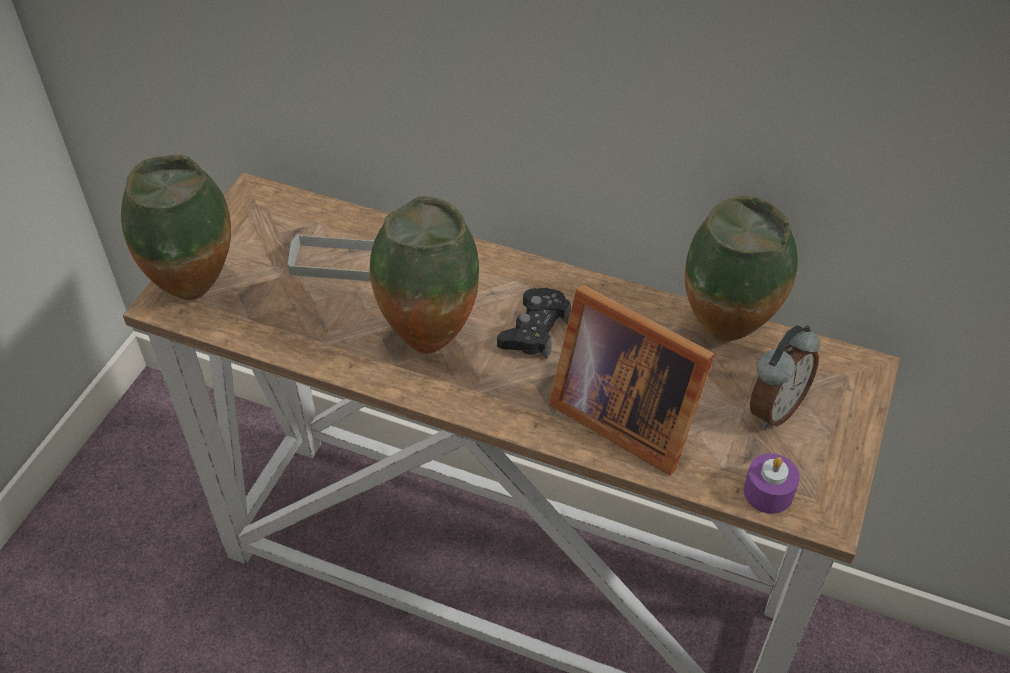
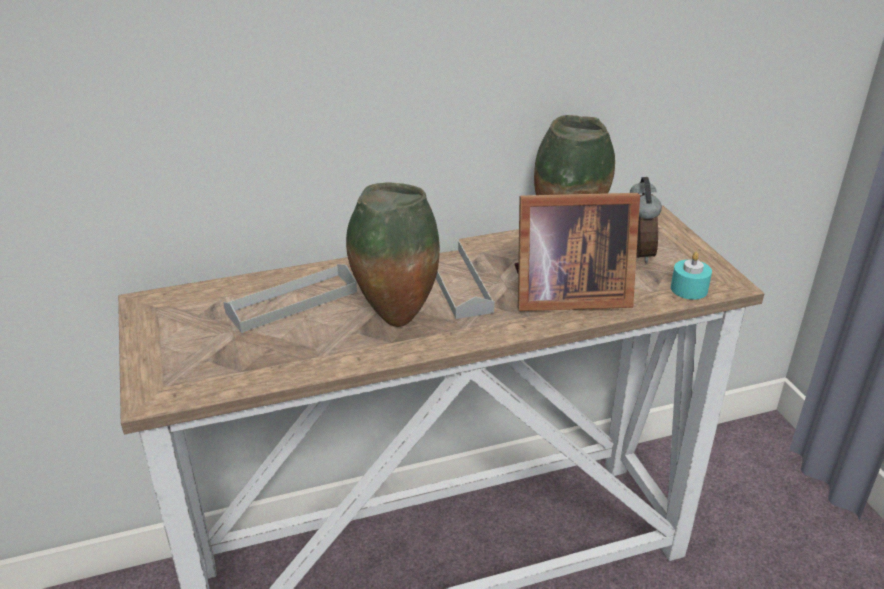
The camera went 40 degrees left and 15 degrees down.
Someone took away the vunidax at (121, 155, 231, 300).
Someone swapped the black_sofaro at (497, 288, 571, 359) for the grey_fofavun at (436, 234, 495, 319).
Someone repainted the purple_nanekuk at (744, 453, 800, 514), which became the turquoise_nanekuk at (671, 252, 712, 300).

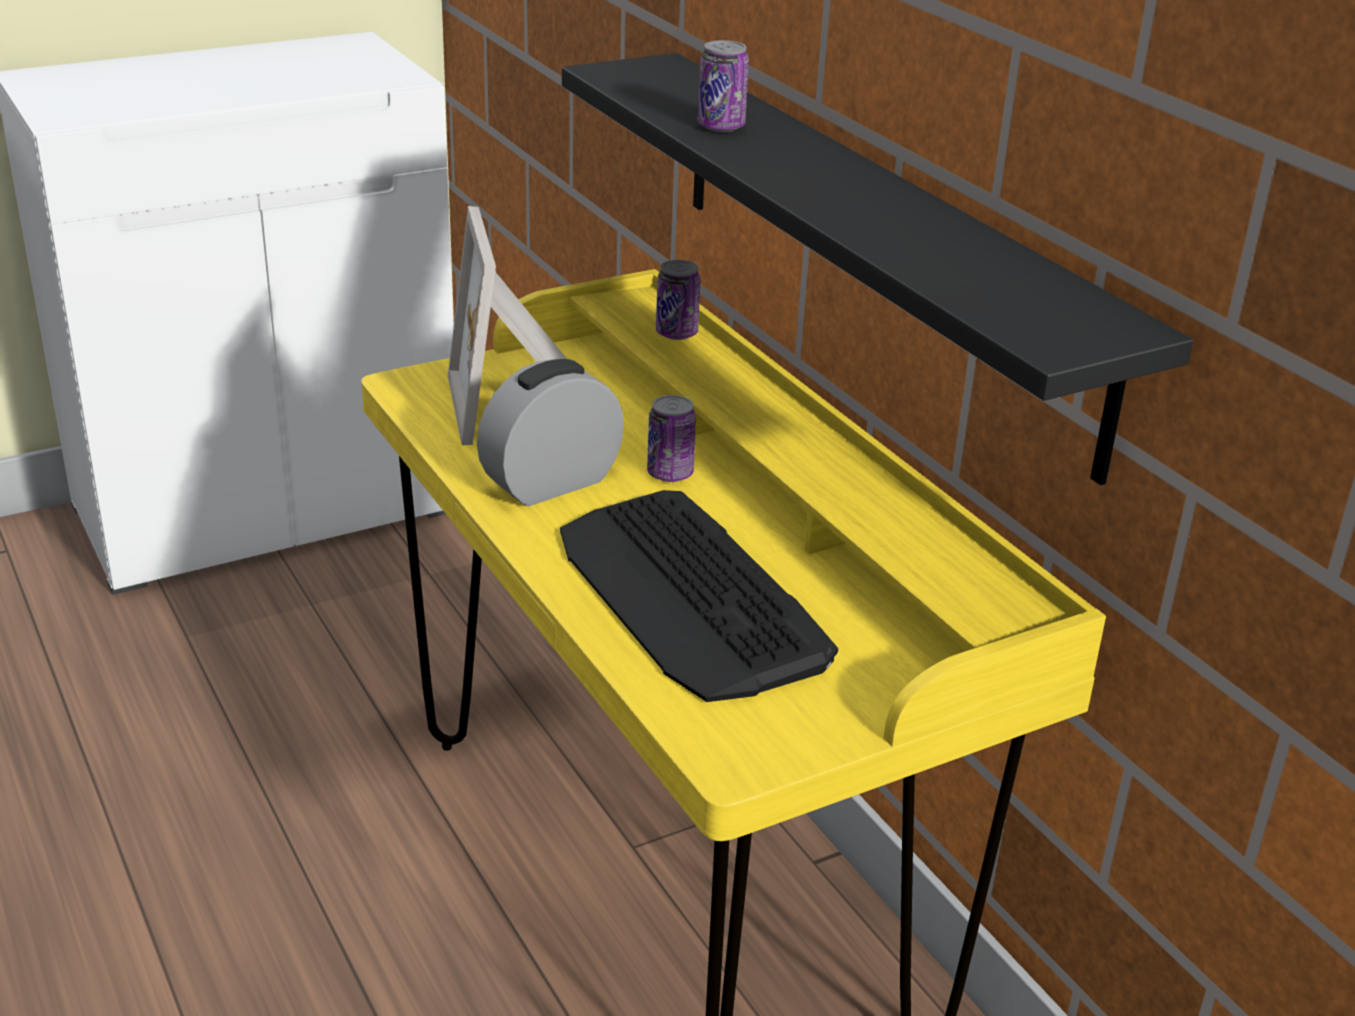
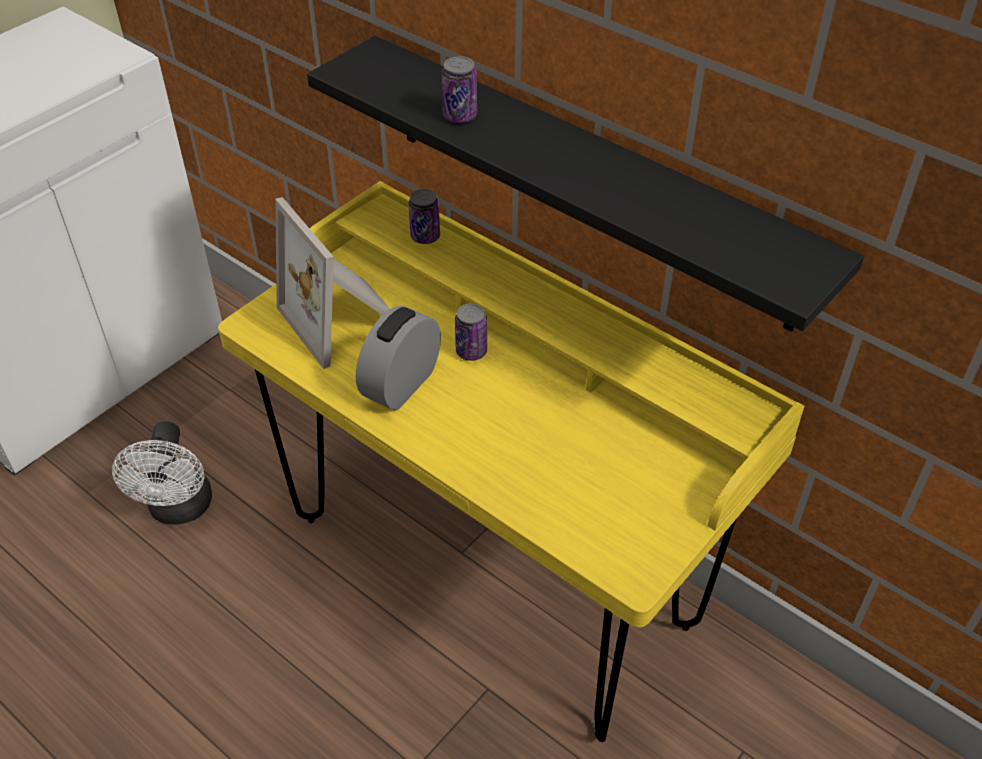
The camera went 20 degrees left and 15 degrees up.
Someone took away the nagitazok at (560, 490, 838, 702).
Someone put down the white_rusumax at (112, 421, 212, 524).

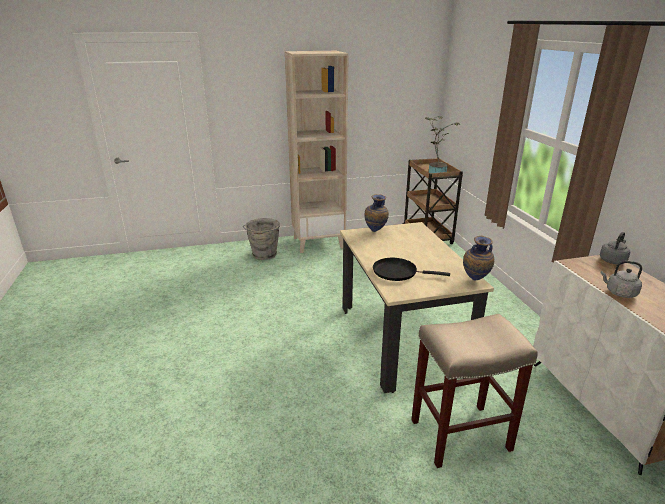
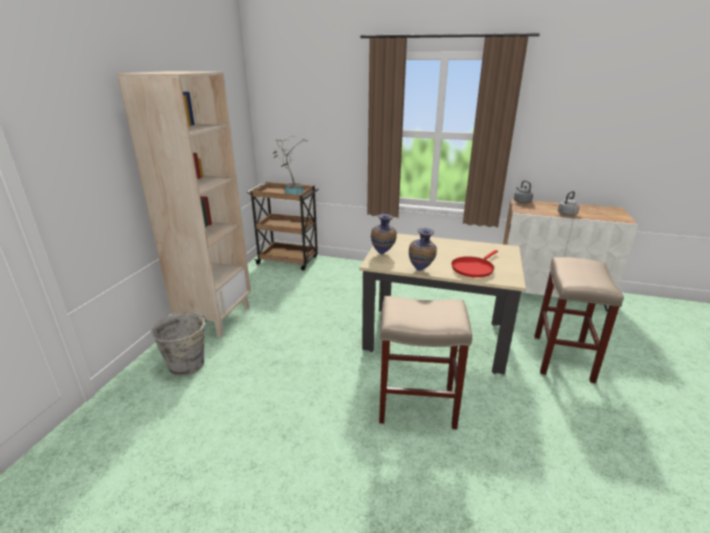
The camera went 60 degrees left and 0 degrees up.
Someone put down the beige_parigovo at (379, 296, 472, 429).
Someone carried the vunidax from (463, 236, 494, 281) to (409, 228, 437, 271).
Someone repainted the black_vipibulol at (373, 258, 450, 281), which became the red_vipibulol at (451, 250, 498, 278).

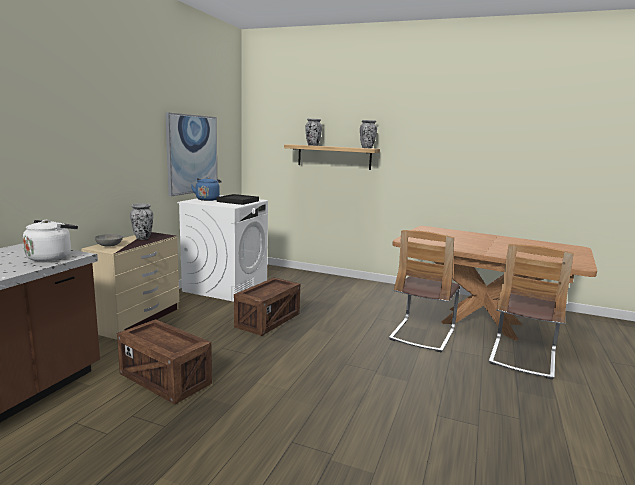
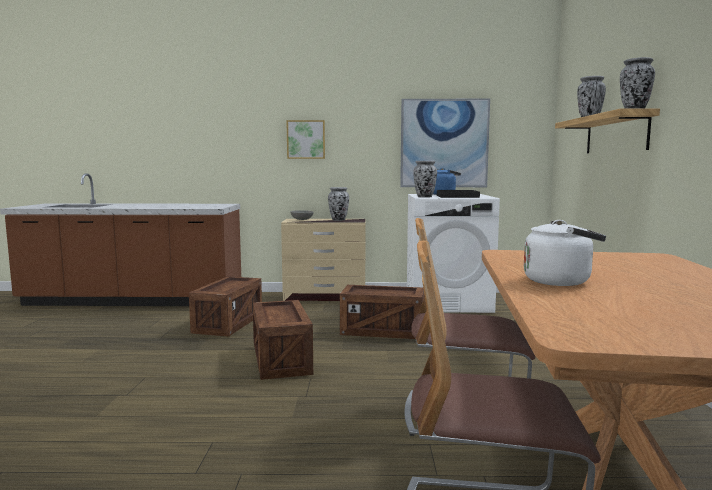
The camera went 70 degrees right and 5 degrees down.
Someone put down the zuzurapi at (253, 300, 313, 380).
Someone put up the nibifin at (286, 120, 325, 159).
Someone put down the vunidax at (413, 161, 437, 198).
Someone carried the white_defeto from (23, 220, 78, 262) to (524, 220, 606, 286).

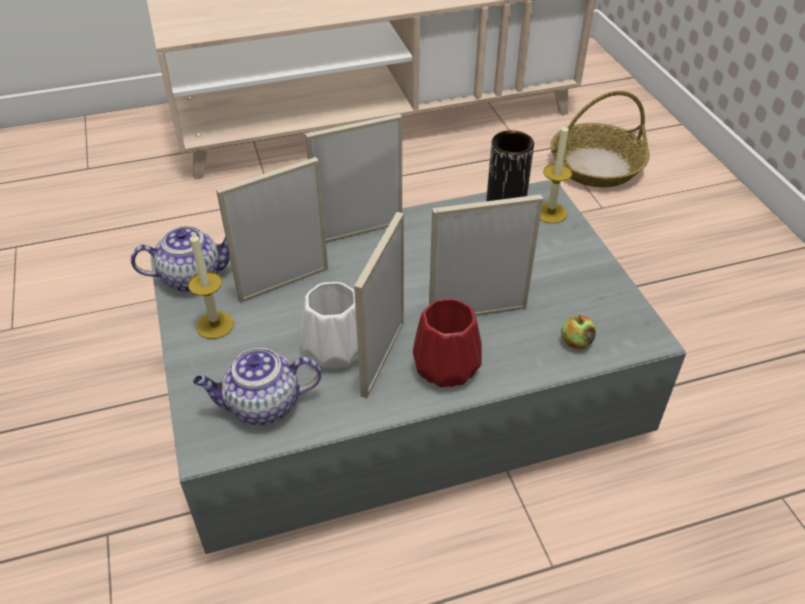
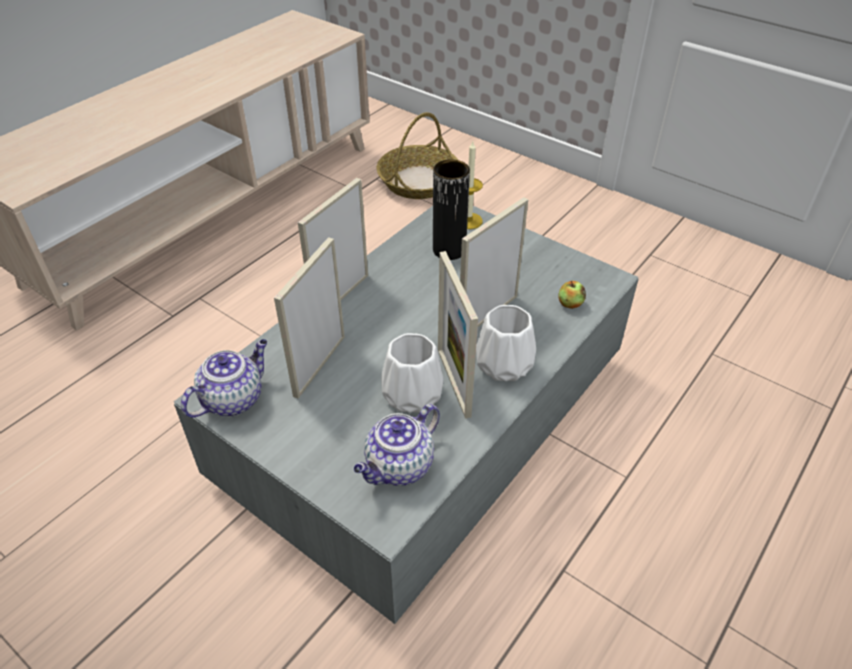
The camera went 35 degrees left and 0 degrees up.
Someone took away the nanekuk at (188, 230, 234, 339).
Someone repainted the red_vunidax at (413, 299, 482, 387), which became the white_vunidax at (476, 305, 536, 381).

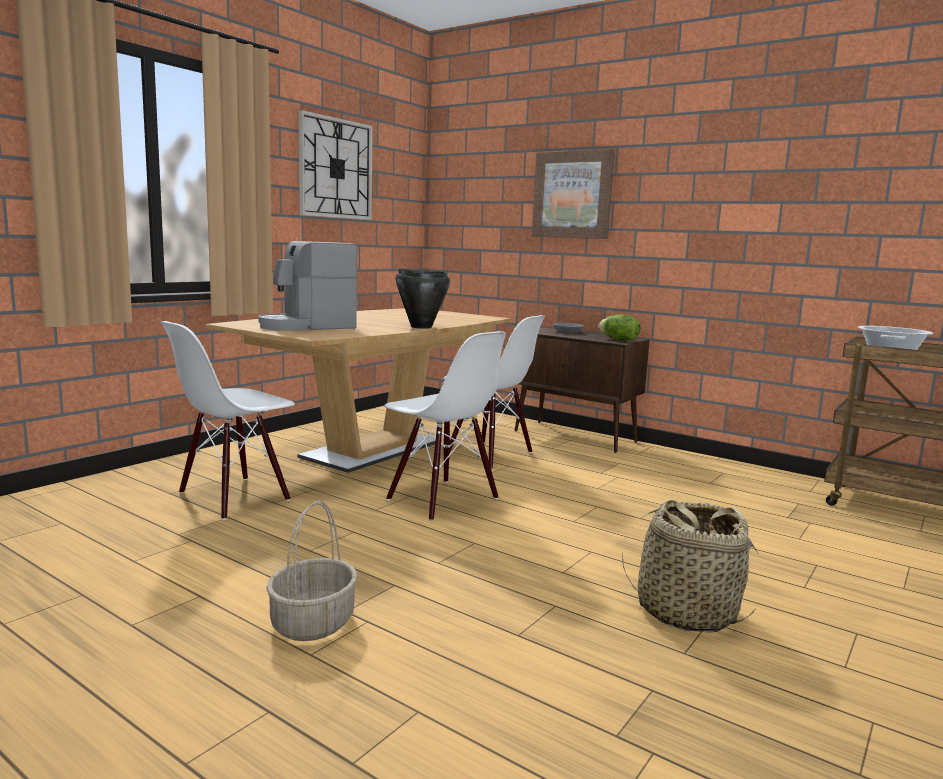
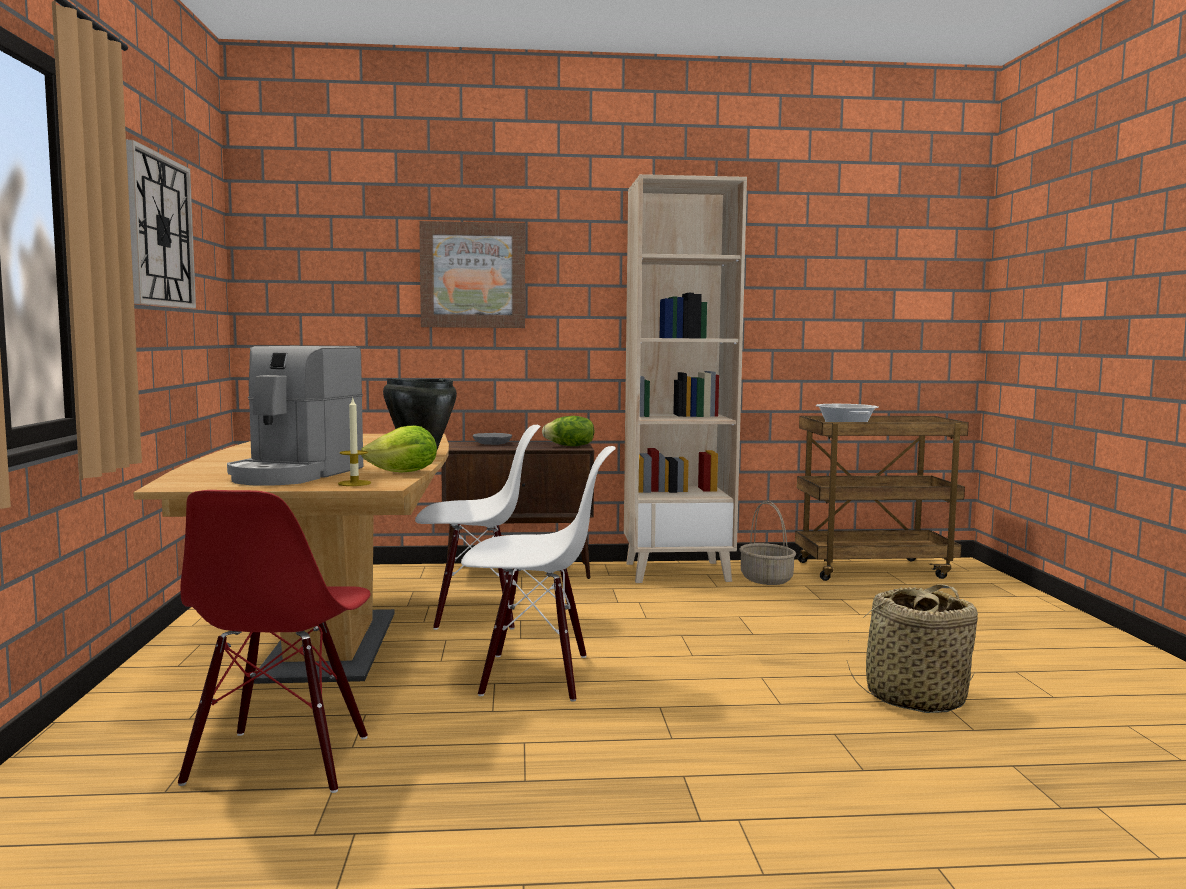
The camera went 40 degrees left and 5 degrees down.
Someone put down the nanekuk at (338, 398, 371, 486).
Someone put down the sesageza at (361, 425, 437, 473).
Someone put down the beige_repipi at (624, 174, 747, 583).
Someone carried the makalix from (266, 501, 357, 641) to (739, 501, 796, 585).
Someone repainted the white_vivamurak at (161, 321, 295, 520), which became the red_vivamurak at (178, 490, 370, 793).

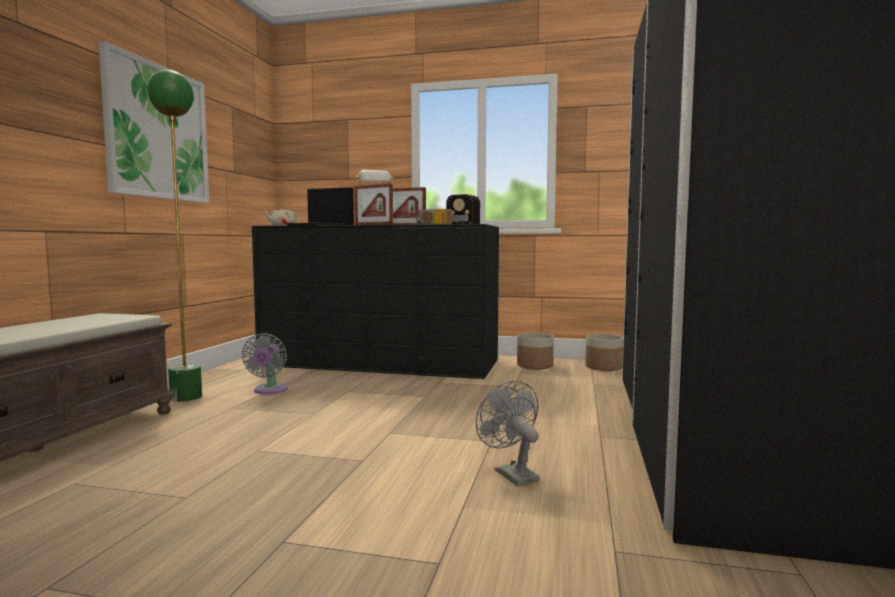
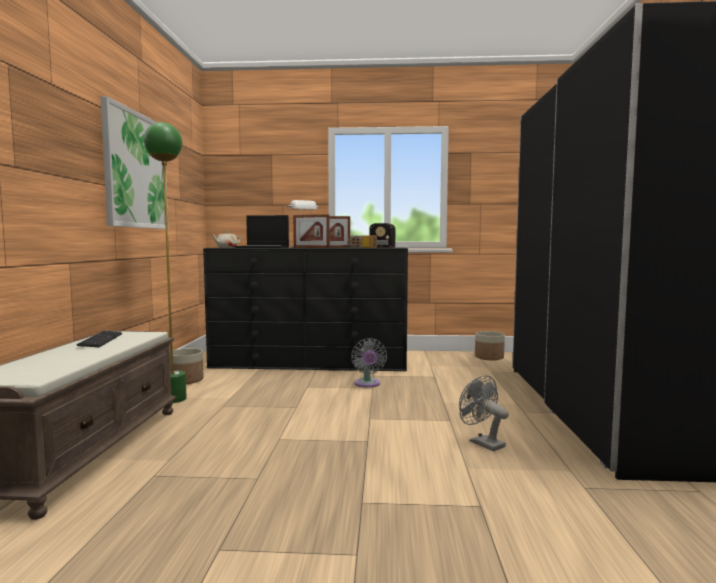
The camera went 10 degrees left and 0 degrees up.
Someone put down the nagitazok at (77, 331, 122, 347).
Someone carried the grey_rusumax from (242, 333, 288, 394) to (351, 338, 387, 387).
Someone carried the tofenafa from (517, 333, 554, 370) to (170, 348, 204, 384).

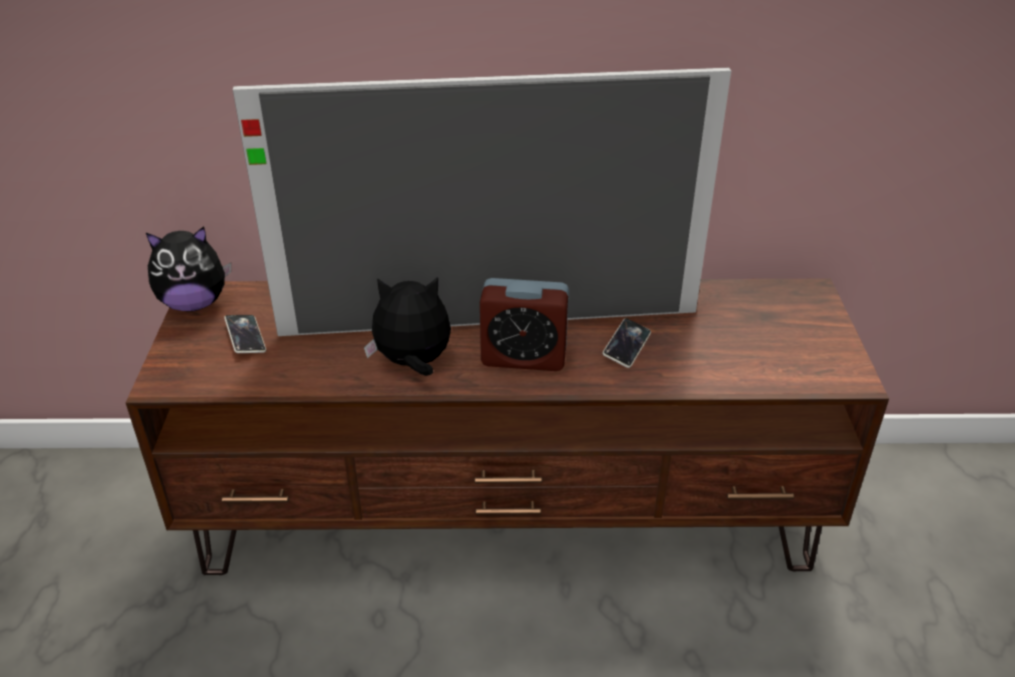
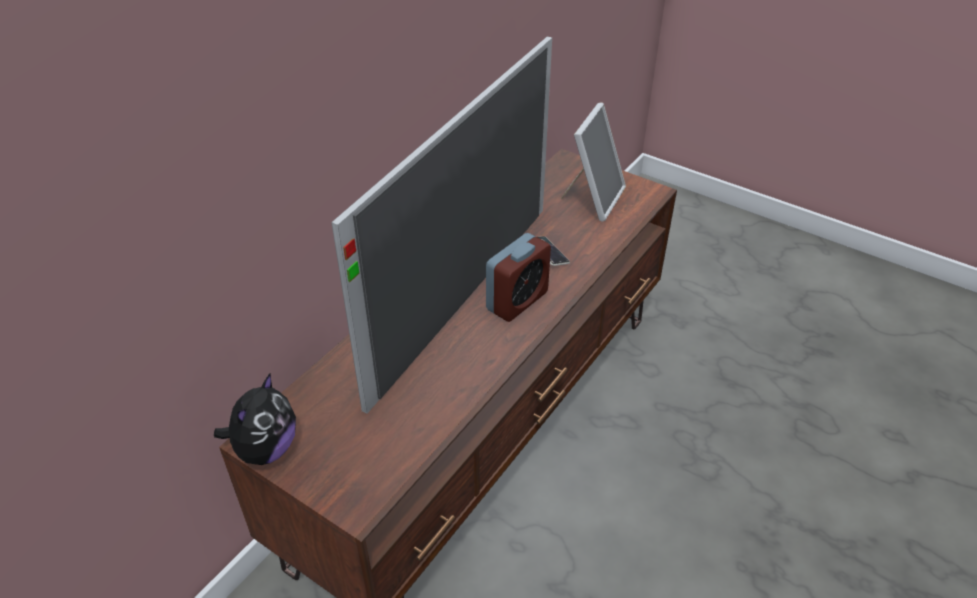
The camera went 55 degrees left and 5 degrees up.
Someone took away the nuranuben at (224, 315, 266, 353).
Someone took away the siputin at (364, 277, 451, 376).
Someone put down the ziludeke at (561, 102, 626, 221).

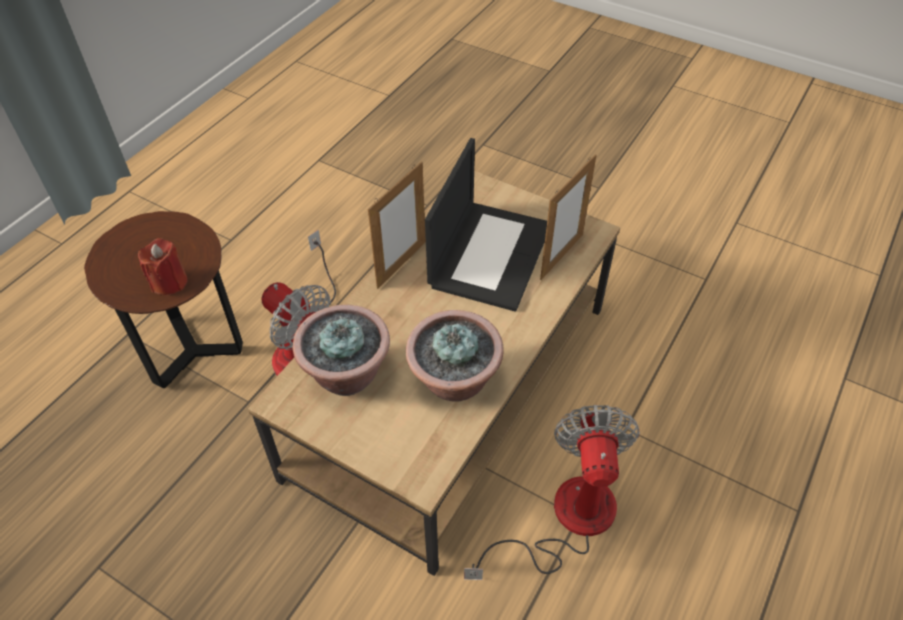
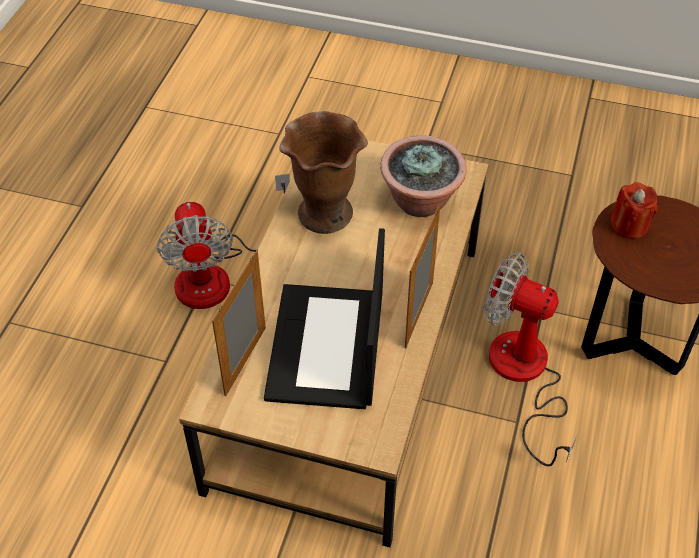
The camera went 165 degrees right and 0 degrees up.
Someone swapped the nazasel at (406, 310, 503, 402) for the brown_vunidax at (279, 111, 368, 234).

